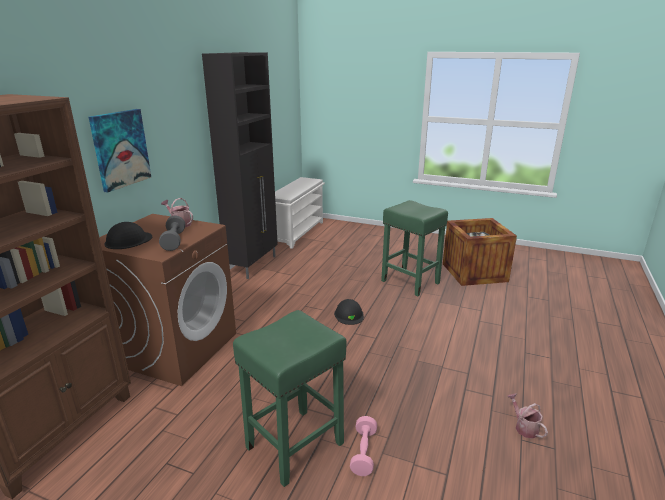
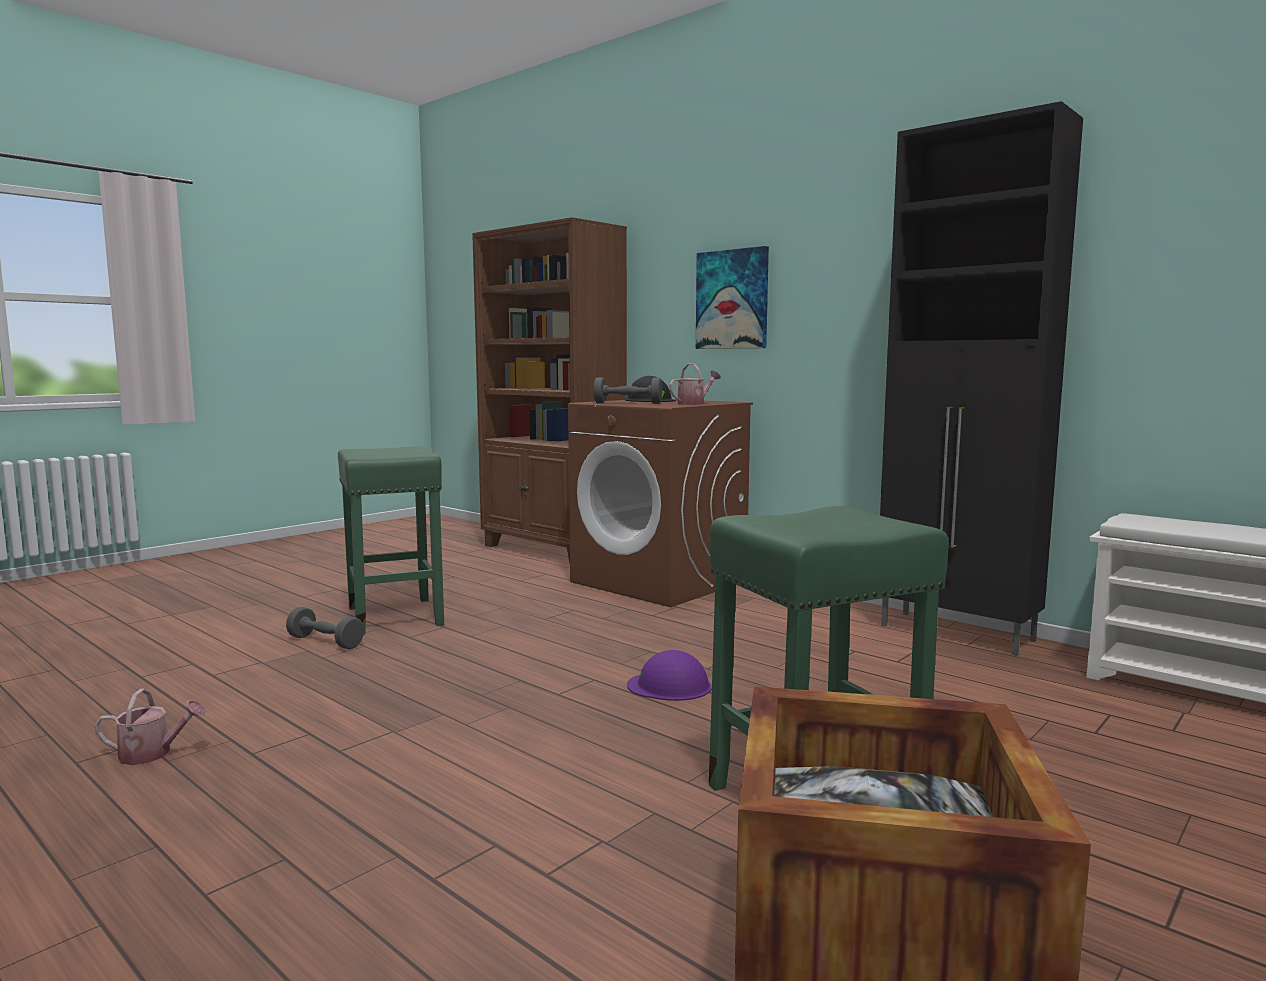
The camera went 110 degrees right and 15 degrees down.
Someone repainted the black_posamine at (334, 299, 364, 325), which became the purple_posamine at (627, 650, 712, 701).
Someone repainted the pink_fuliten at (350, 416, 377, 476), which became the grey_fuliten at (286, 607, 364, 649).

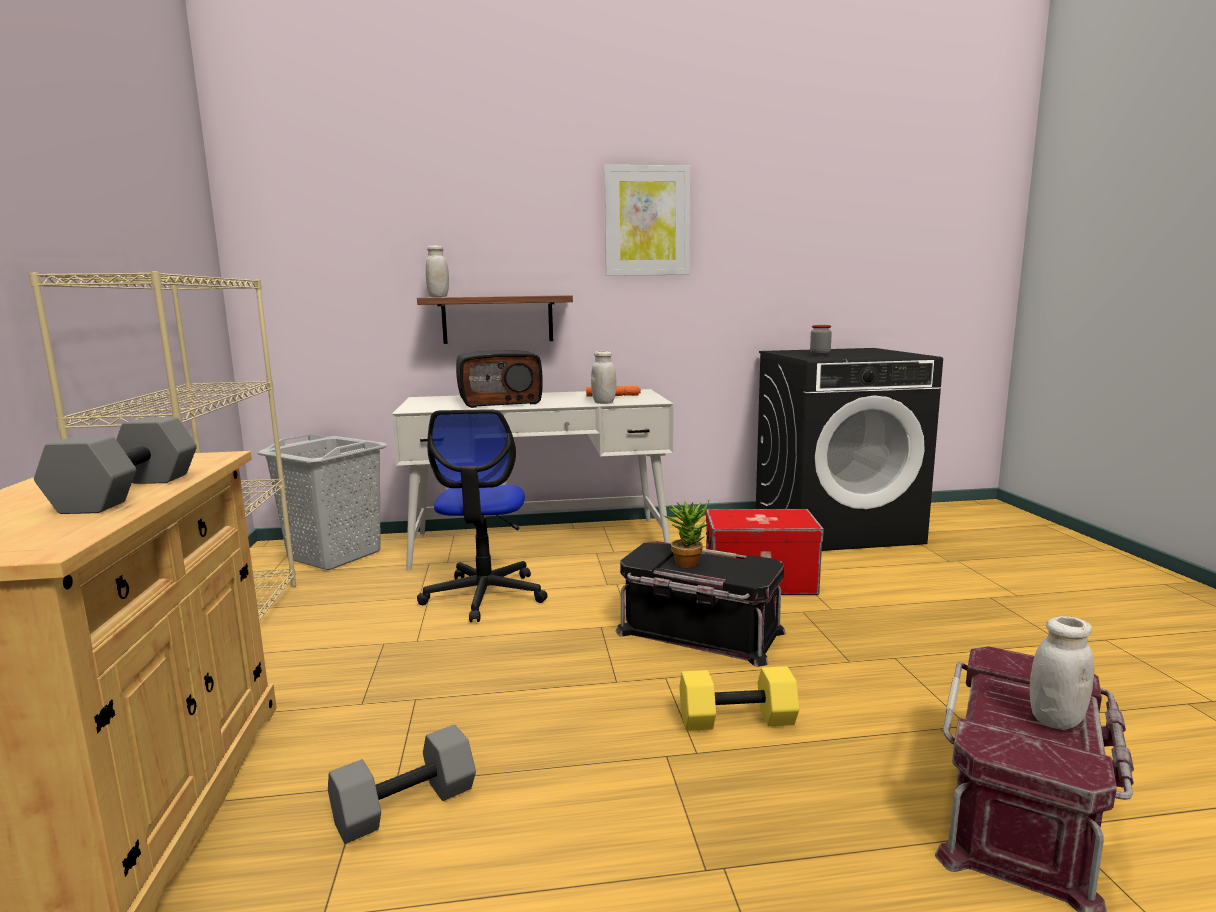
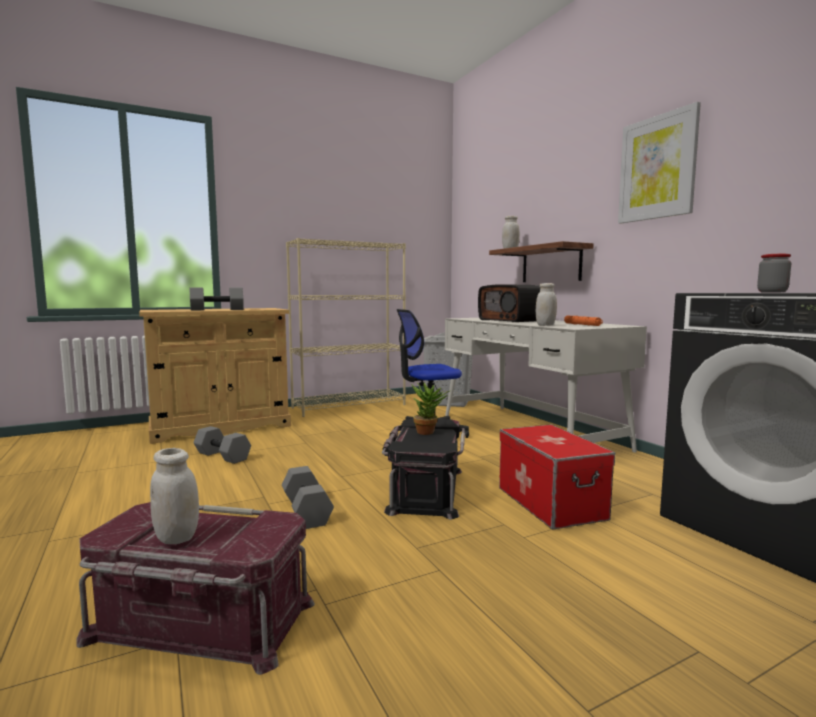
The camera went 70 degrees right and 5 degrees down.
Someone repainted the yellow_fuliten at (679, 666, 799, 731), which became the grey_fuliten at (282, 466, 334, 529).

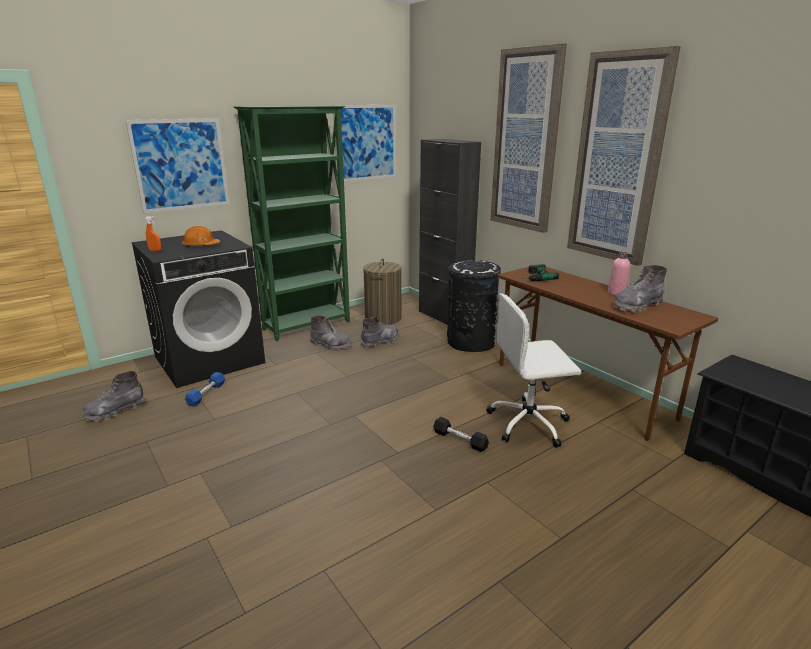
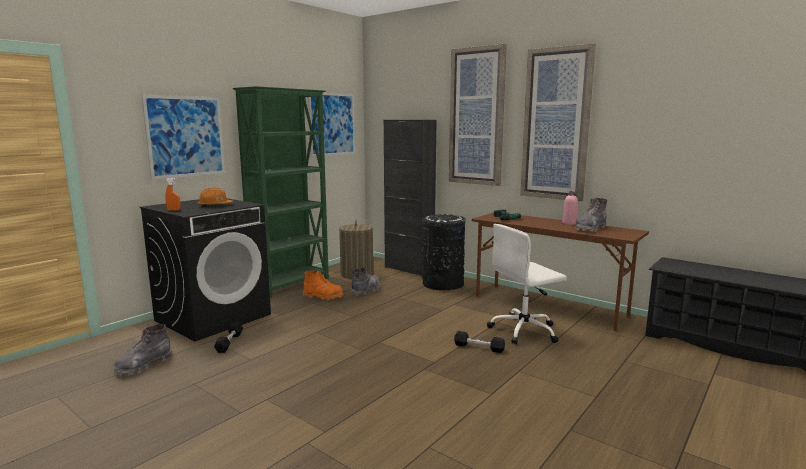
The camera went 15 degrees left and 10 degrees down.
Someone repainted the blue_fuliten at (185, 372, 225, 407), which became the black_fuliten at (214, 322, 243, 353).
Someone repainted the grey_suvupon at (310, 315, 351, 351), which became the orange_suvupon at (303, 270, 343, 300).

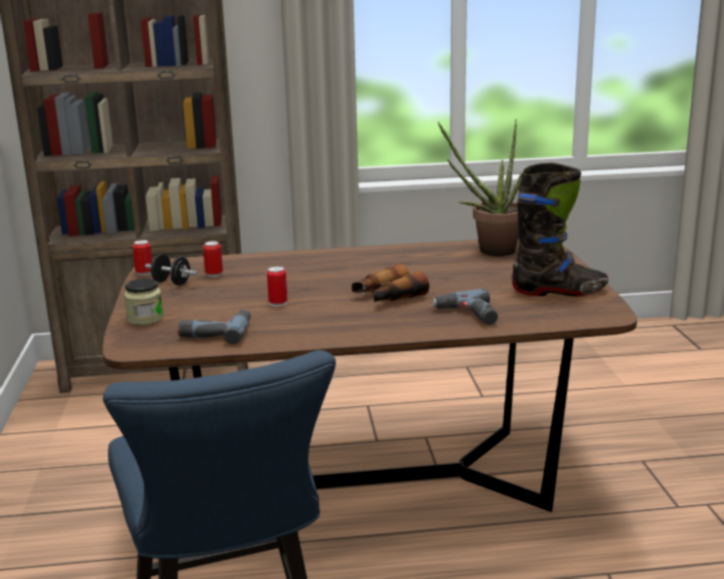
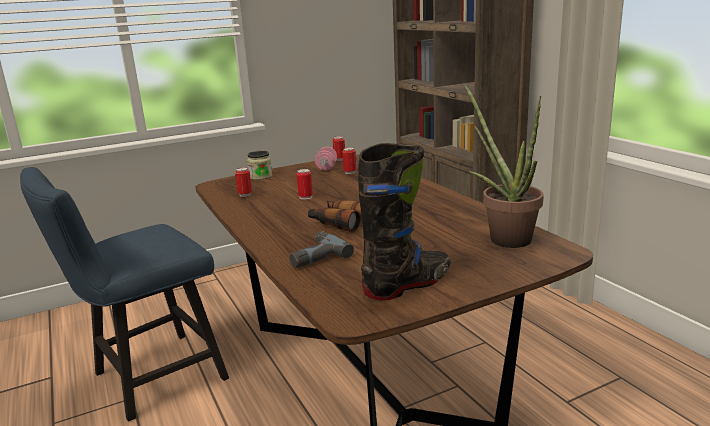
The camera went 70 degrees right and 0 degrees up.
Someone swapped the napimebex at (178, 309, 251, 344) for the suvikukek at (235, 167, 252, 197).
Someone repainted the black_fuliten at (145, 254, 198, 285), which became the pink_fuliten at (315, 147, 337, 171).
Someone rotated the black_suvupon at (512, 163, 608, 296) by 105 degrees counterclockwise.

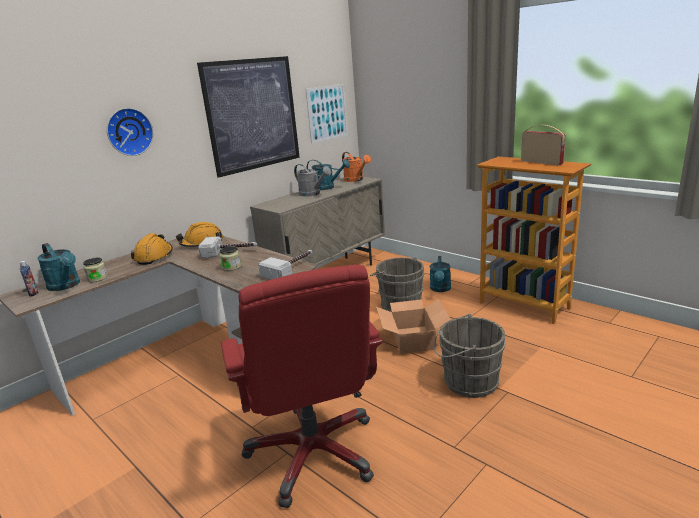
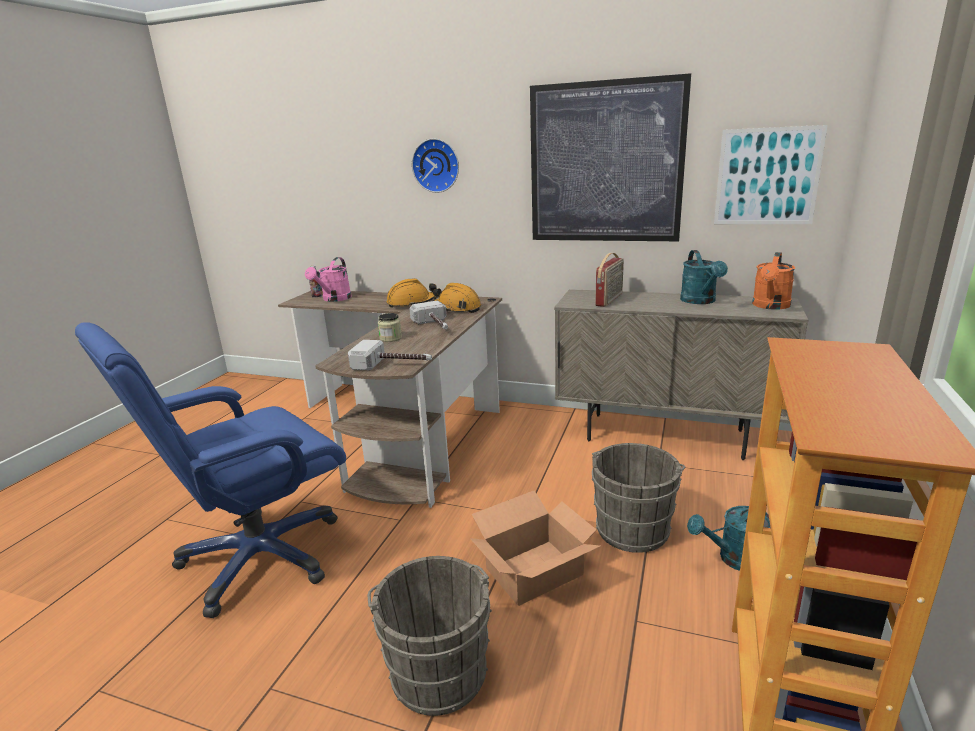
The camera went 65 degrees right and 0 degrees up.
Someone took away the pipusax at (83, 257, 108, 283).
Someone took away the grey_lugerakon at (294, 164, 331, 196).
Someone carried the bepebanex from (521, 125, 566, 166) to (595, 253, 624, 307).
Someone repainted the turquoise_lugerakon at (37, 243, 80, 291), which became the pink_lugerakon at (305, 257, 352, 302).
Someone repainted the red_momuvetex at (221, 265, 383, 508), which became the blue_momuvetex at (75, 322, 346, 618).

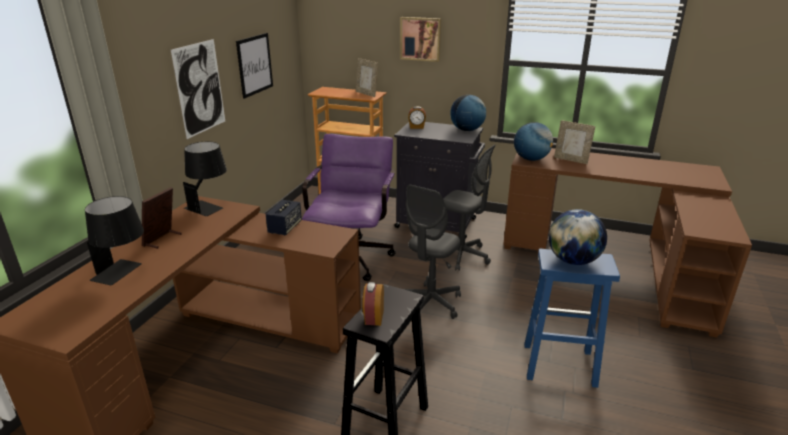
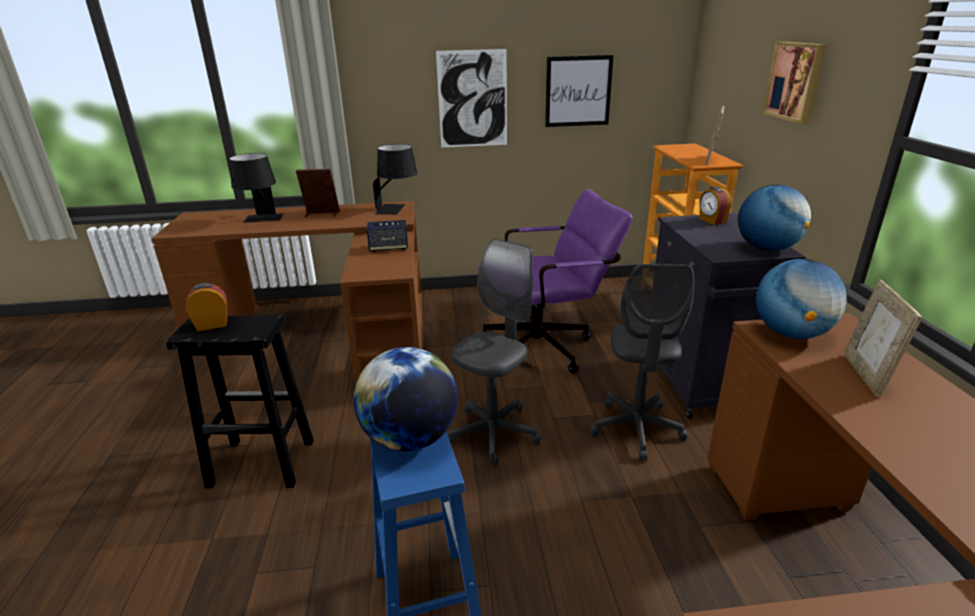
The camera went 65 degrees right and 0 degrees up.
Someone rotated the grey_momuvetex at (404, 184, 461, 319) by 120 degrees clockwise.

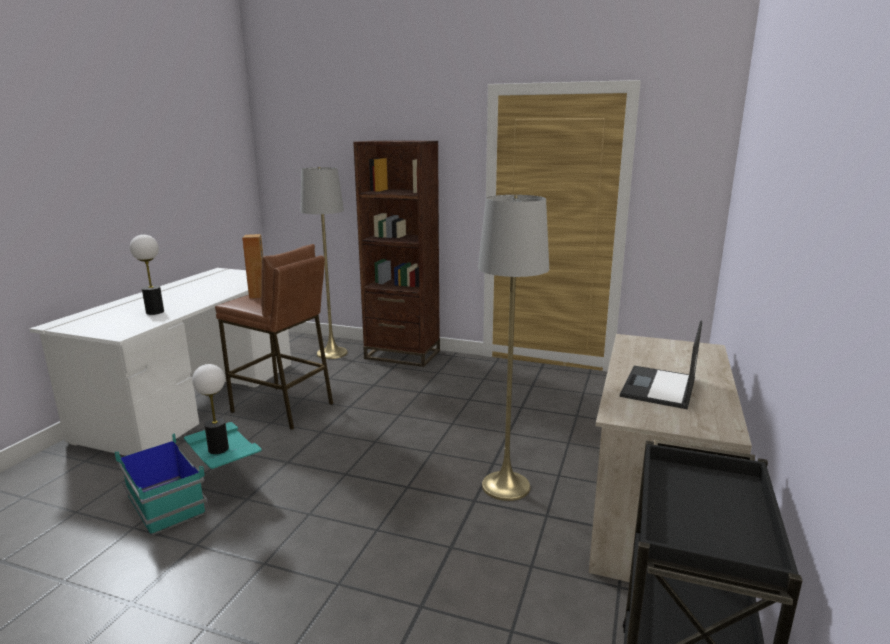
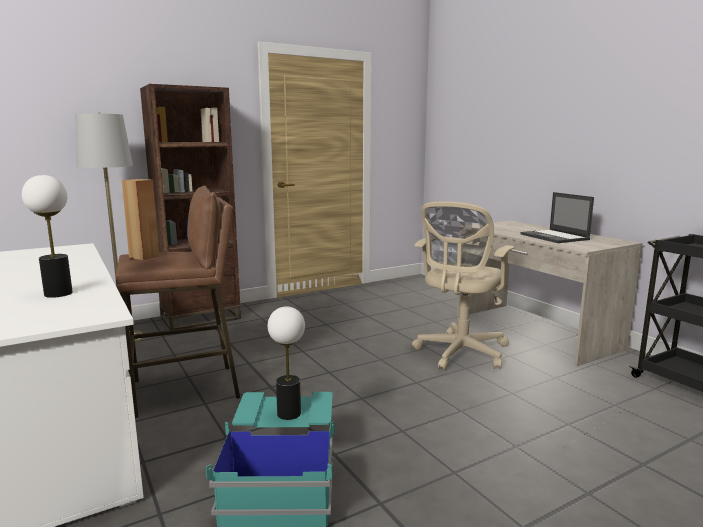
The camera went 50 degrees left and 5 degrees down.
Someone swapped the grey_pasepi at (478, 195, 549, 501) for the beige_momuvetex at (412, 201, 514, 370).

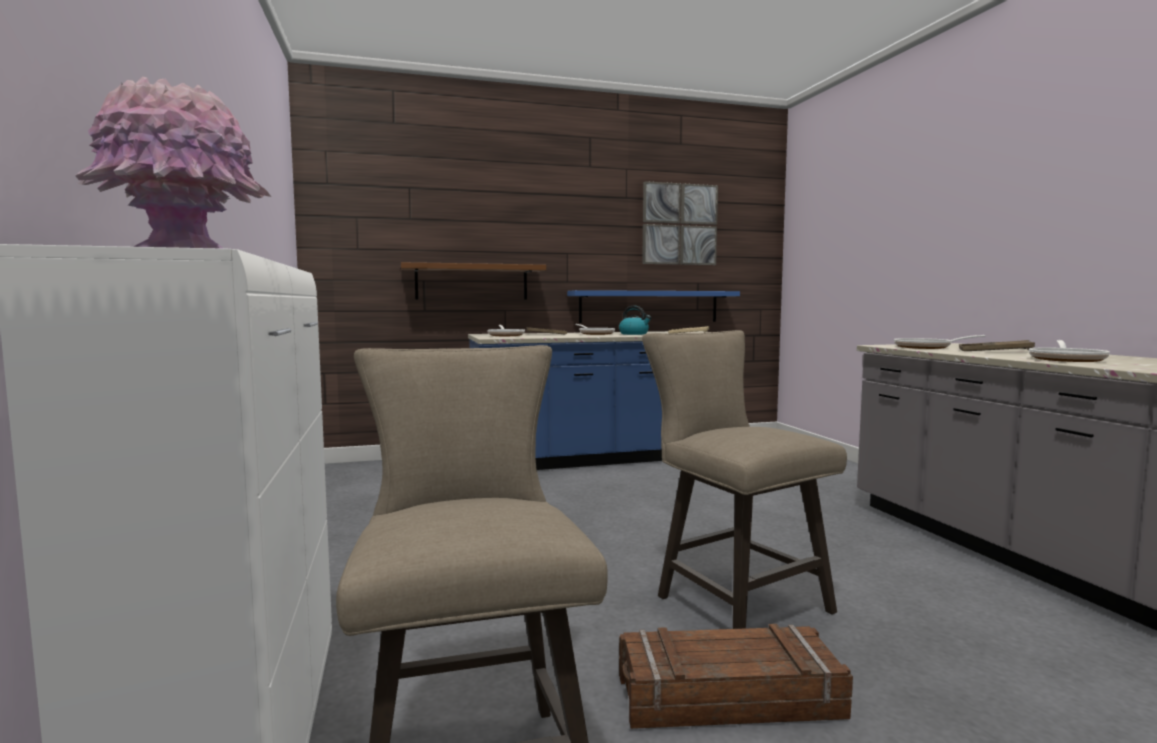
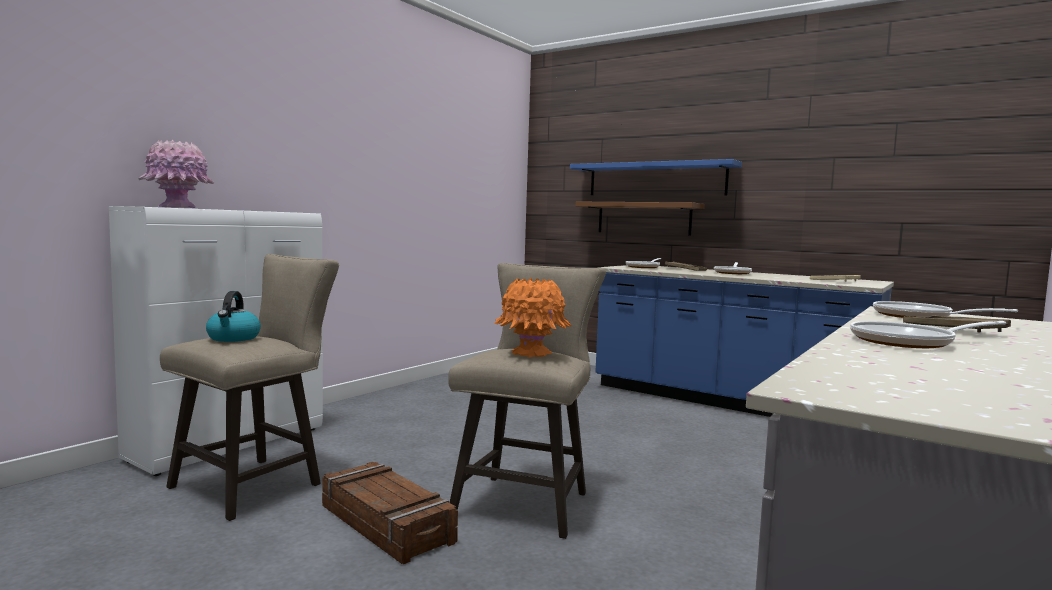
The camera went 50 degrees right and 0 degrees up.
Someone took away the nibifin at (642, 181, 718, 265).
Someone put down the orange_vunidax at (494, 278, 572, 357).
Someone carried the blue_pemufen from (567, 290, 740, 323) to (570, 159, 742, 195).
Someone carried the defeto from (619, 306, 652, 335) to (206, 291, 261, 342).

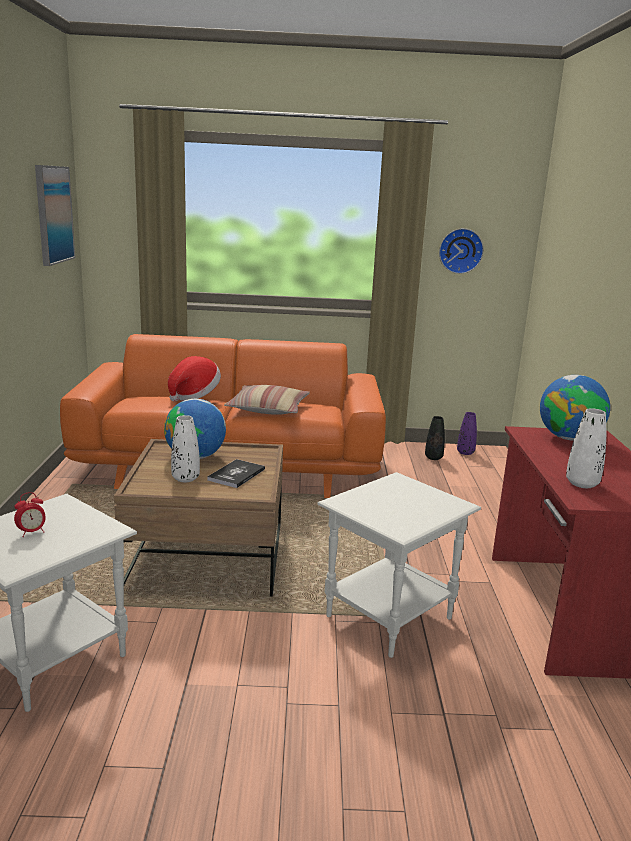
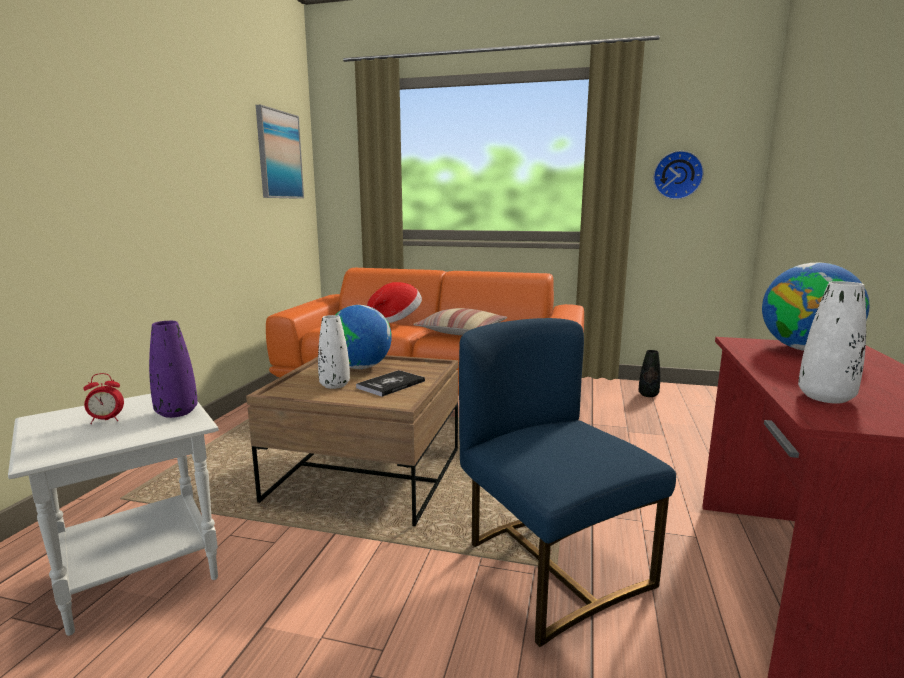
The camera went 15 degrees right and 5 degrees down.
Someone carried the purple_vunidax from (457, 412, 477, 455) to (149, 321, 198, 418).
Someone swapped the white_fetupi at (318, 472, 481, 658) for the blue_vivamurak at (459, 318, 676, 647).

